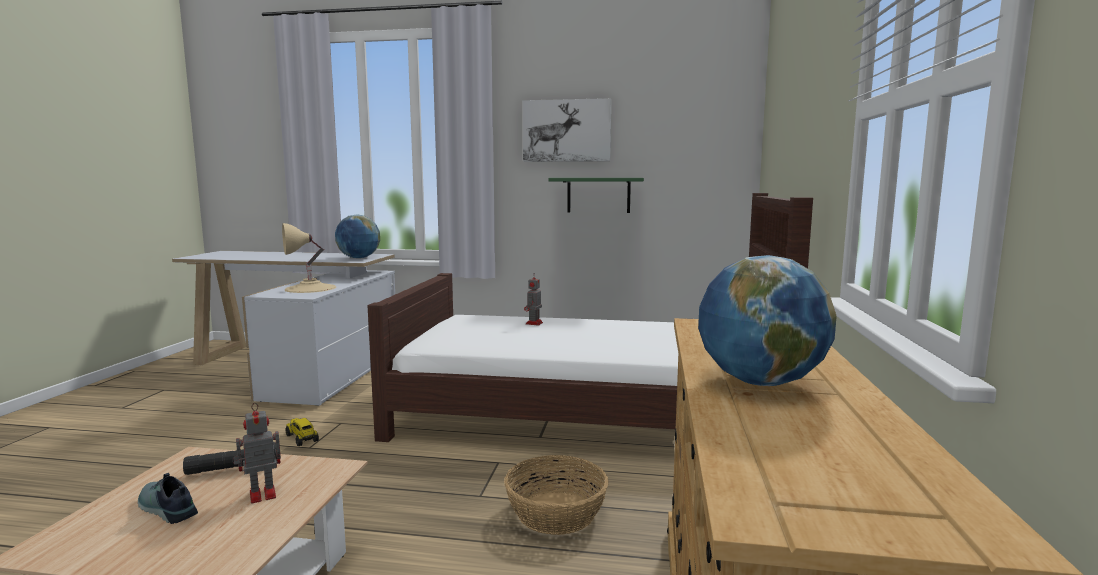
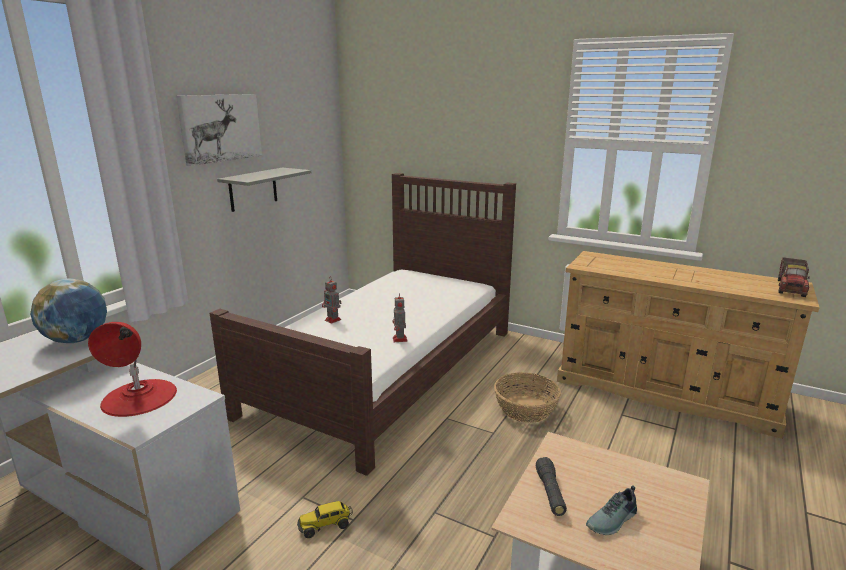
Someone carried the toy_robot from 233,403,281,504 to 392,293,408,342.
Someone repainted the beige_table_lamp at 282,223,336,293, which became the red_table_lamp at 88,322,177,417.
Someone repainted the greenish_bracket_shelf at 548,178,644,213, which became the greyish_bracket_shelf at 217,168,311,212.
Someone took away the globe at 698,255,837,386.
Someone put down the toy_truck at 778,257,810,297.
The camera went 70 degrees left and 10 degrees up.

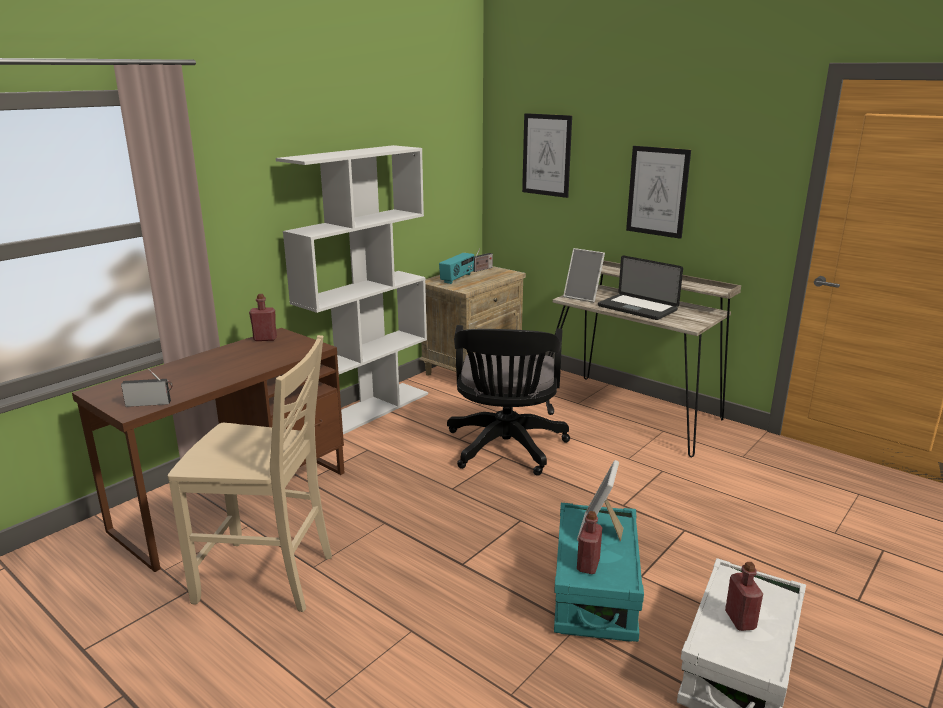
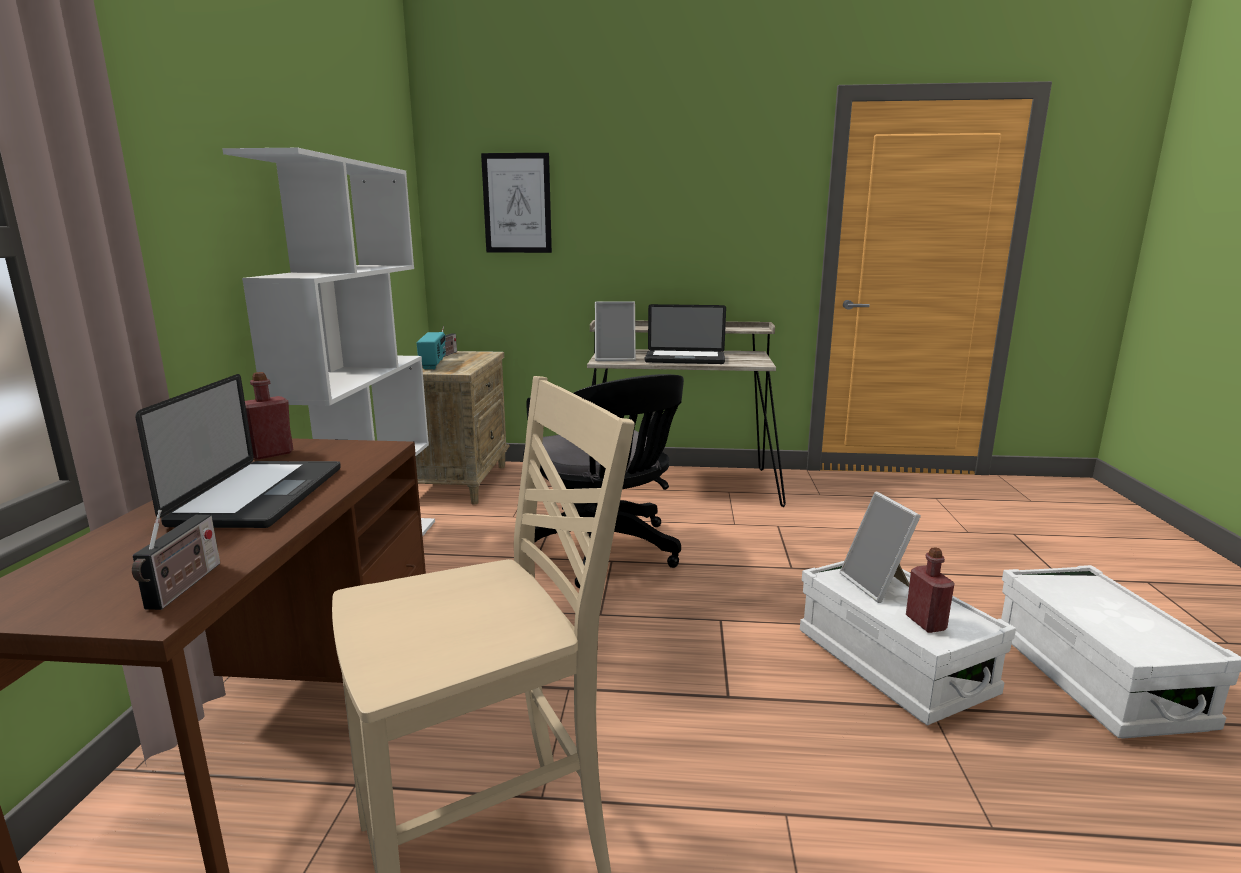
Someone rotated the radio_set at 121,368,172,407 by 135 degrees clockwise.
Someone repainted the turquoise_storage_box at 554,503,644,642, which became the white_storage_box at 800,561,1016,725.
Someone took away the wall_art at 626,146,691,239.
Someone took away the red_beverage_bottle at 725,562,763,631.
Someone put down the notebook_computer at 135,374,341,528.
The camera went 35 degrees left and 5 degrees down.

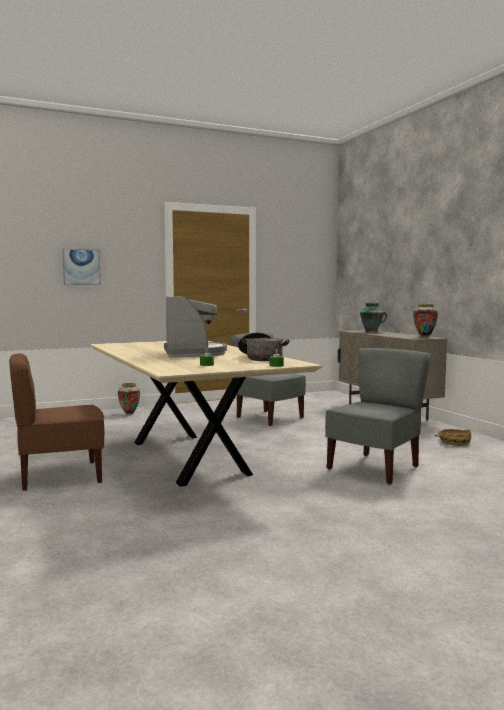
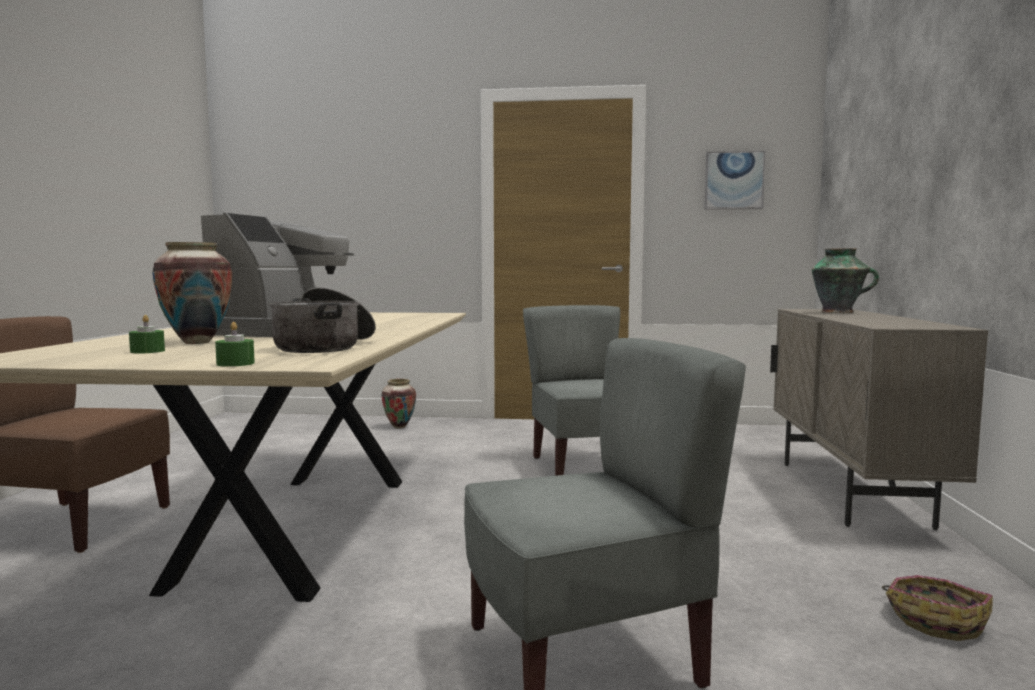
Someone carried the wall_art from 62,249,101,285 to 704,151,765,210.
Someone carried the flower_vase from 413,304,438,337 to 152,242,232,344.
The camera went 30 degrees right and 0 degrees up.

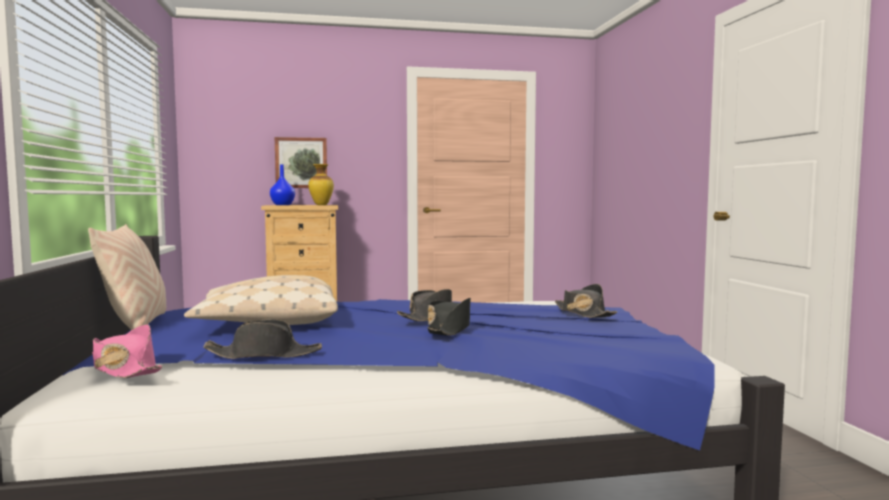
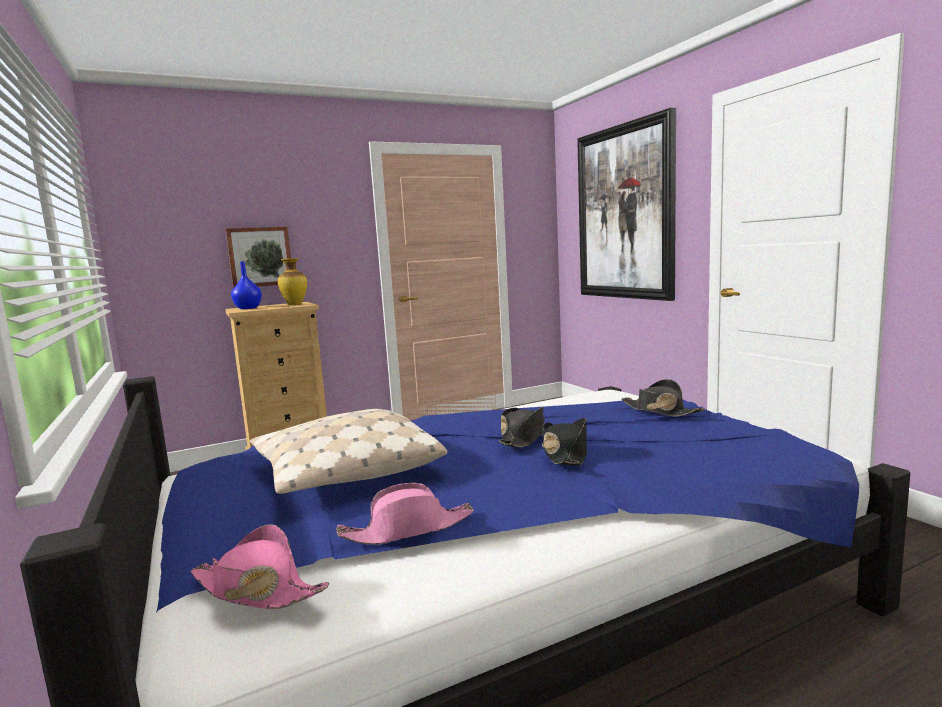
Someone took away the beige_throw_pillow at 88,224,166,330.
Someone repainted the blackish_clothing_hat at 203,319,322,359, which became the pinkish_clothing_hat at 336,483,474,545.
Someone put up the wall_art at 577,108,676,301.
The camera went 15 degrees left and 5 degrees up.

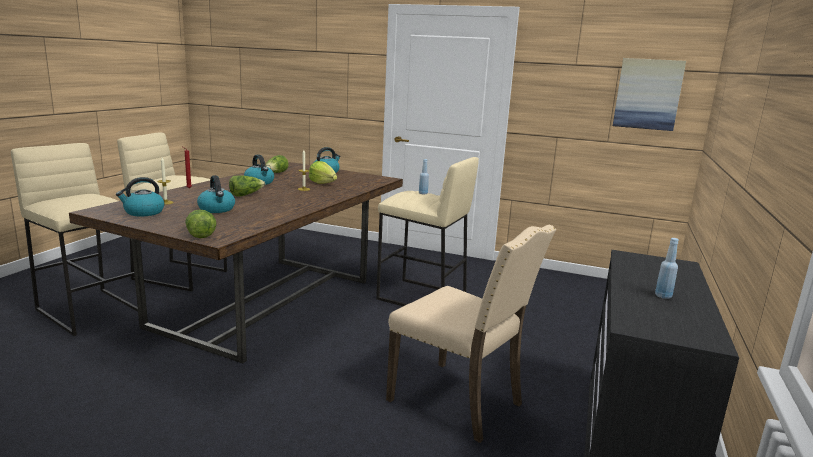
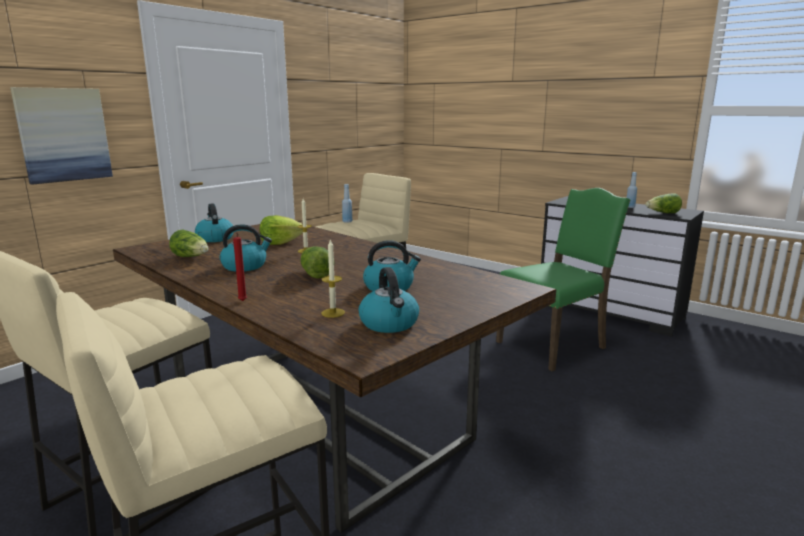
Someone carried the lettuce_head from 185,209,217,238 to 645,193,682,213.
Someone repainted the beige_chair at 386,225,556,443, which became the greenish_chair at 496,188,630,371.
Someone carried the wall_art from 613,58,686,131 to 10,87,113,185.
The camera went 70 degrees left and 0 degrees up.

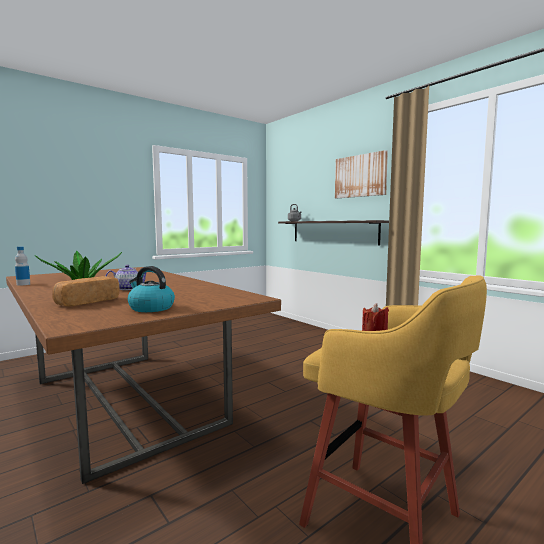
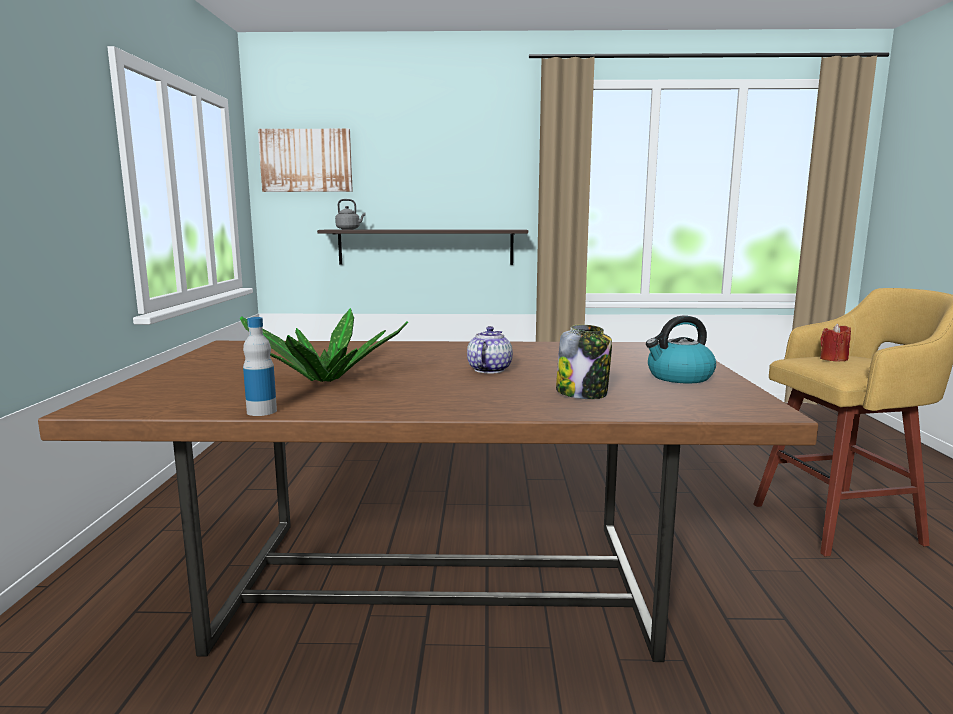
Someone swapped the bread at 52,276,119,306 for the preserve_jar at 556,325,612,399.
Someone carried the wall_art from 335,150,388,198 to 258,129,353,192.
The camera went 50 degrees left and 5 degrees up.

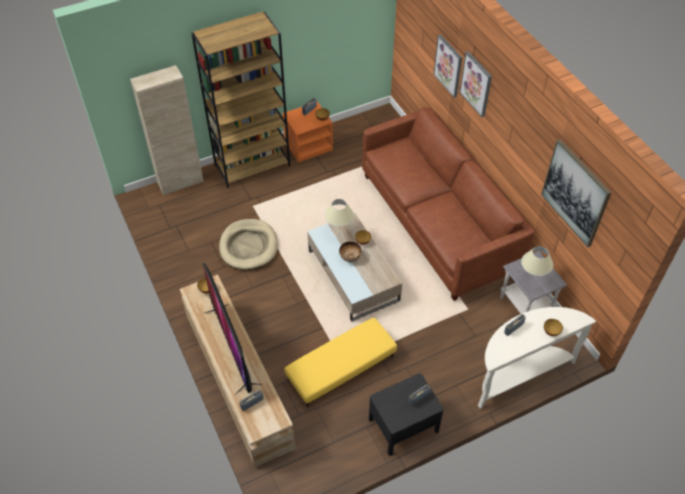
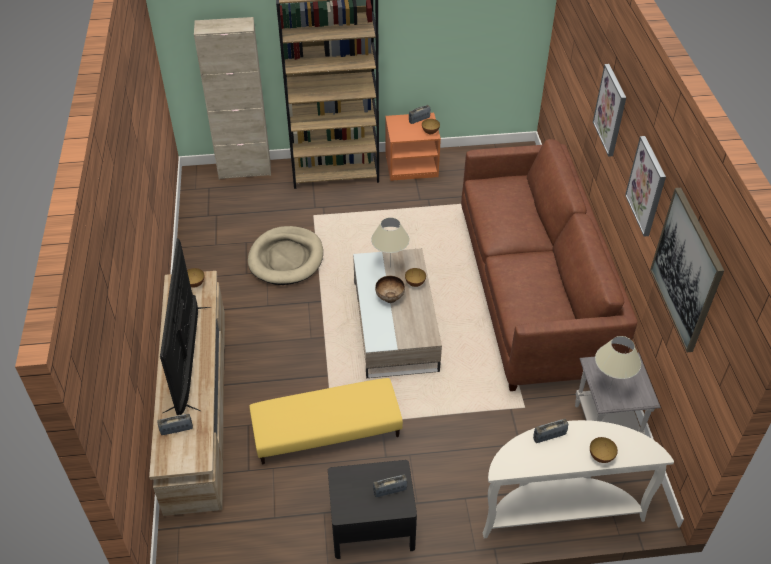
Someone carried the wall_art from 434,34,462,98 to 625,136,666,237.
The camera went 20 degrees right and 5 degrees down.

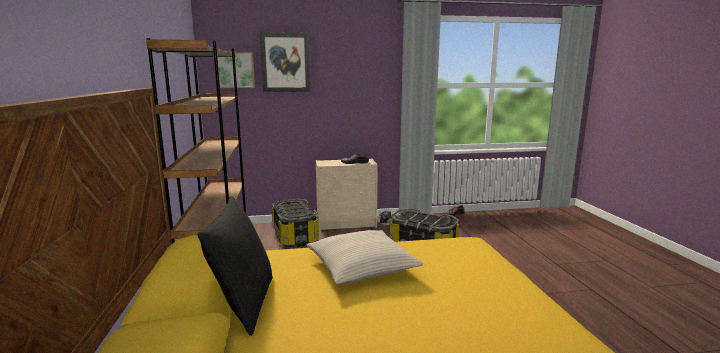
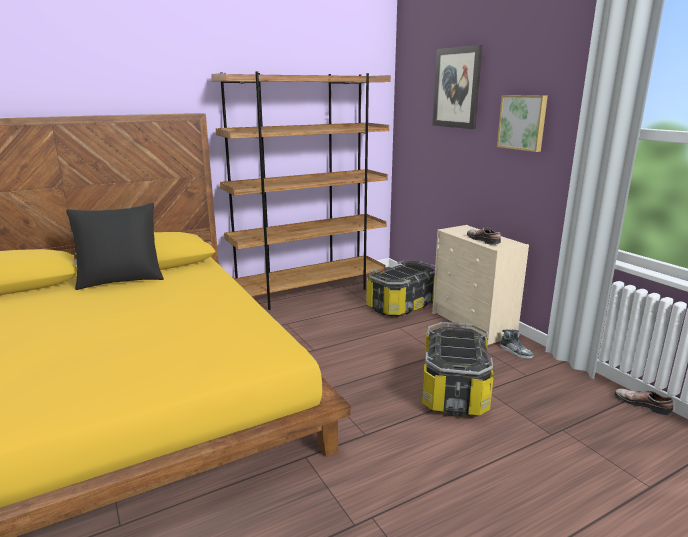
Someone carried the wall_art from 217,52,255,88 to 497,95,548,152.
Someone took away the beige_throw_pillow at 307,230,423,284.
The camera went 70 degrees right and 5 degrees up.

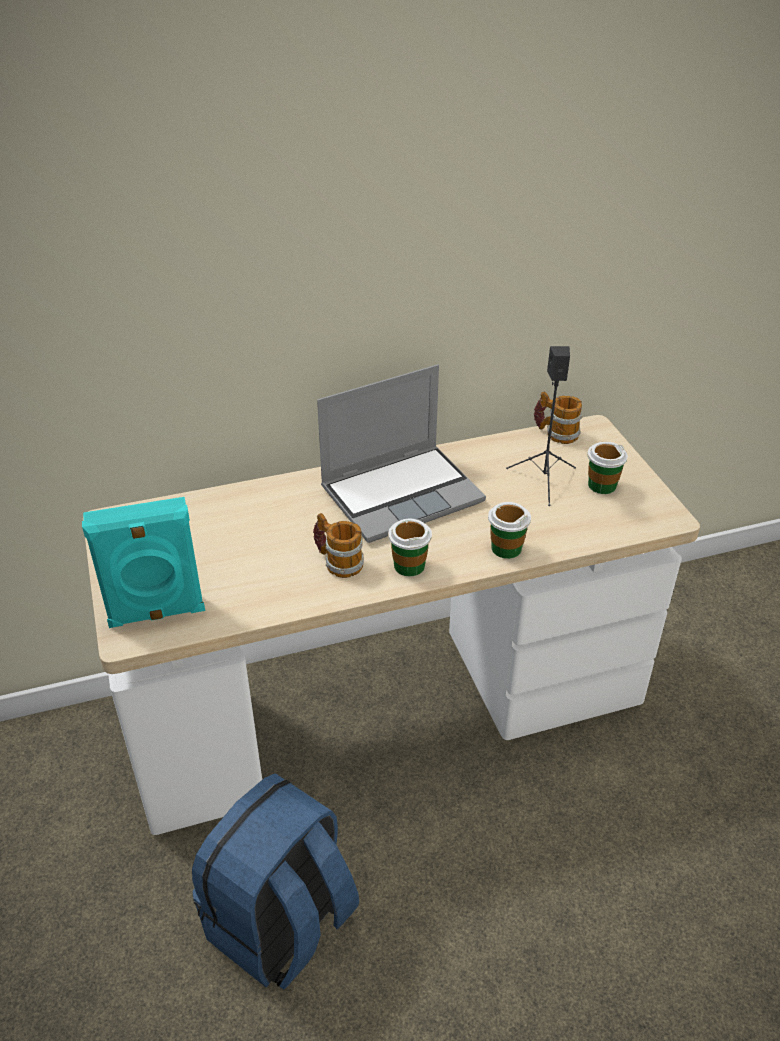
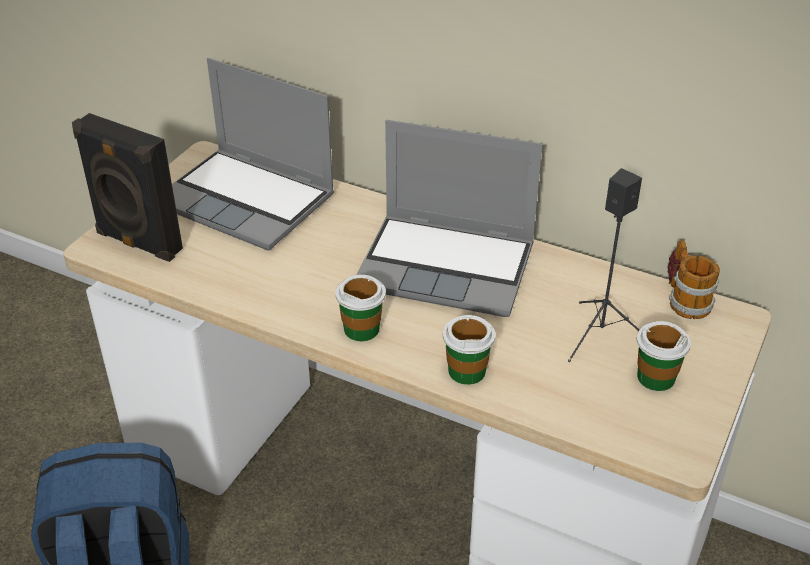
Someone repainted the turquoise_loudspeaker at 82,497,205,628, which became the blackish_loudspeaker at 72,113,183,262.
Someone took away the tea_mug at 313,513,364,578.
Someone put down the notebook_computer at 172,58,334,250.
The camera went 45 degrees right and 0 degrees up.

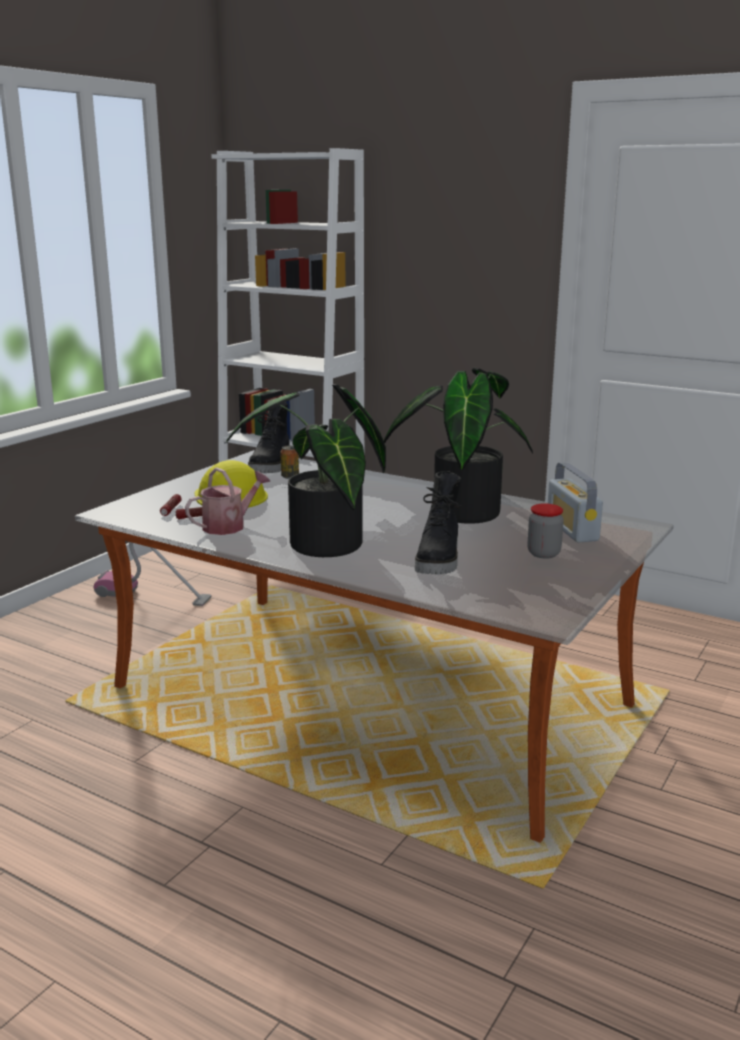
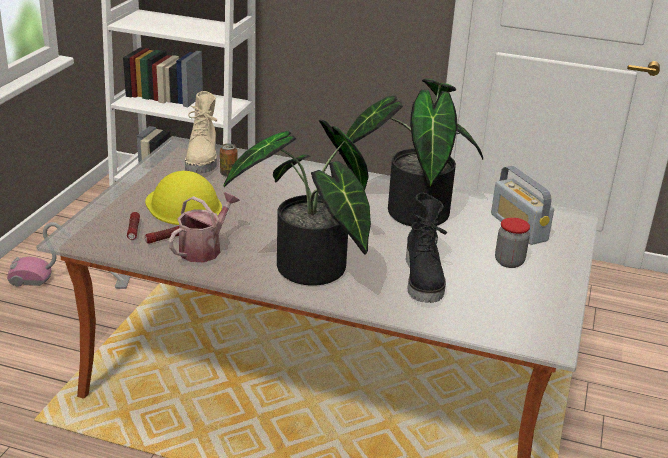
Someone repainted the blackish_high-top_boot at 248,402,290,473, which became the beige_high-top_boot at 185,91,217,173.
The camera went 15 degrees left and 10 degrees up.

